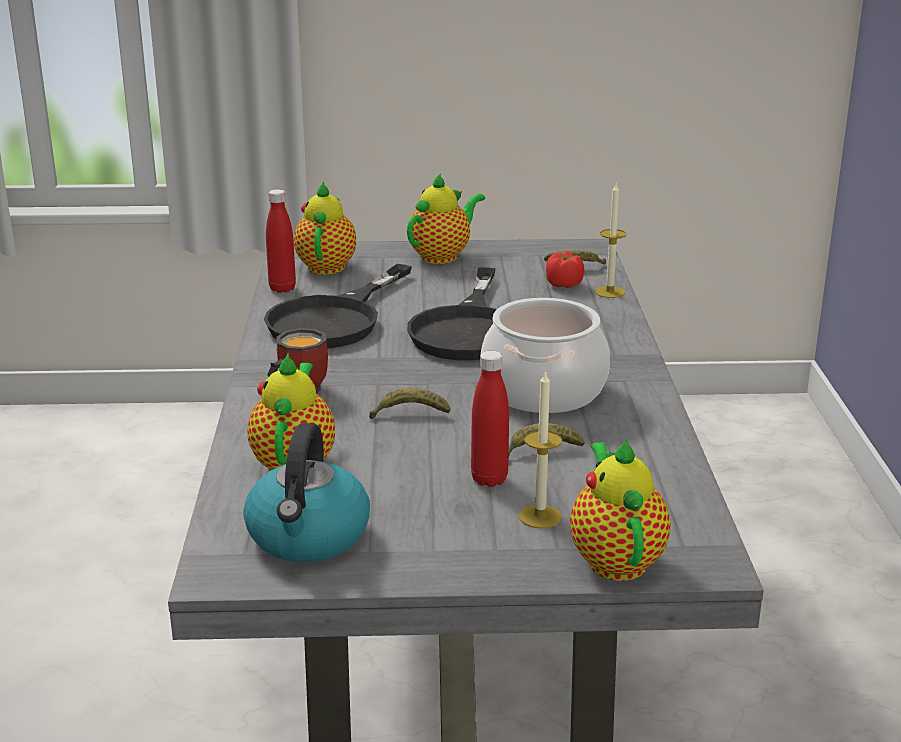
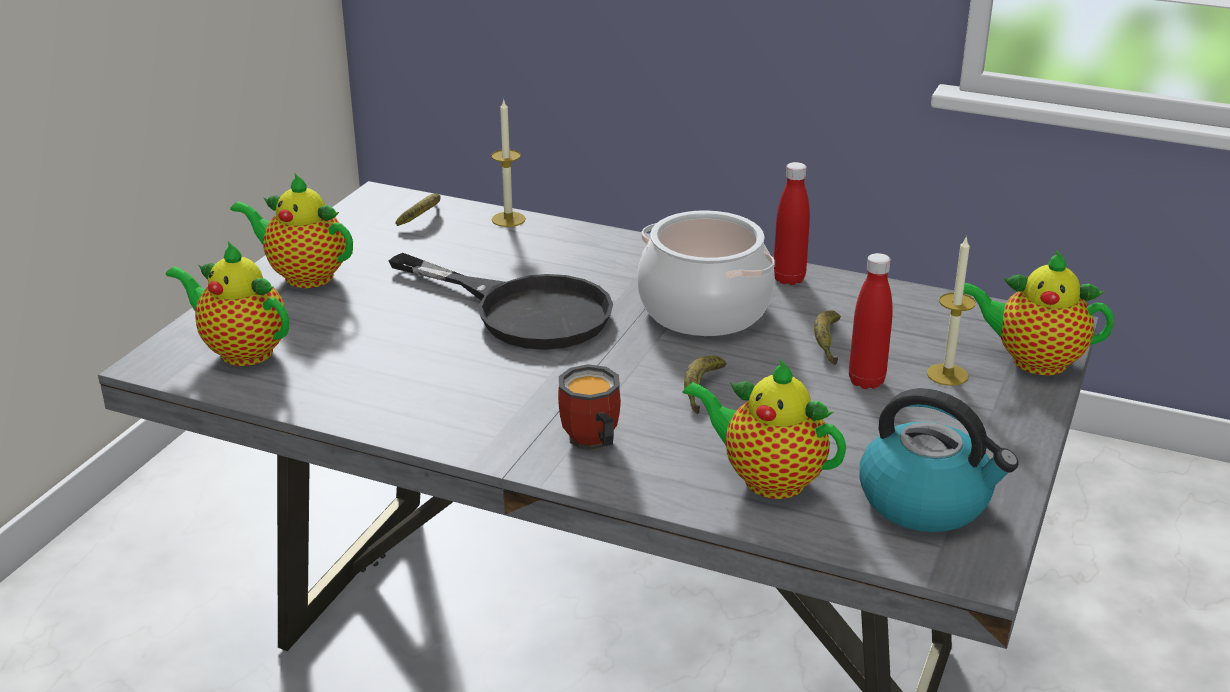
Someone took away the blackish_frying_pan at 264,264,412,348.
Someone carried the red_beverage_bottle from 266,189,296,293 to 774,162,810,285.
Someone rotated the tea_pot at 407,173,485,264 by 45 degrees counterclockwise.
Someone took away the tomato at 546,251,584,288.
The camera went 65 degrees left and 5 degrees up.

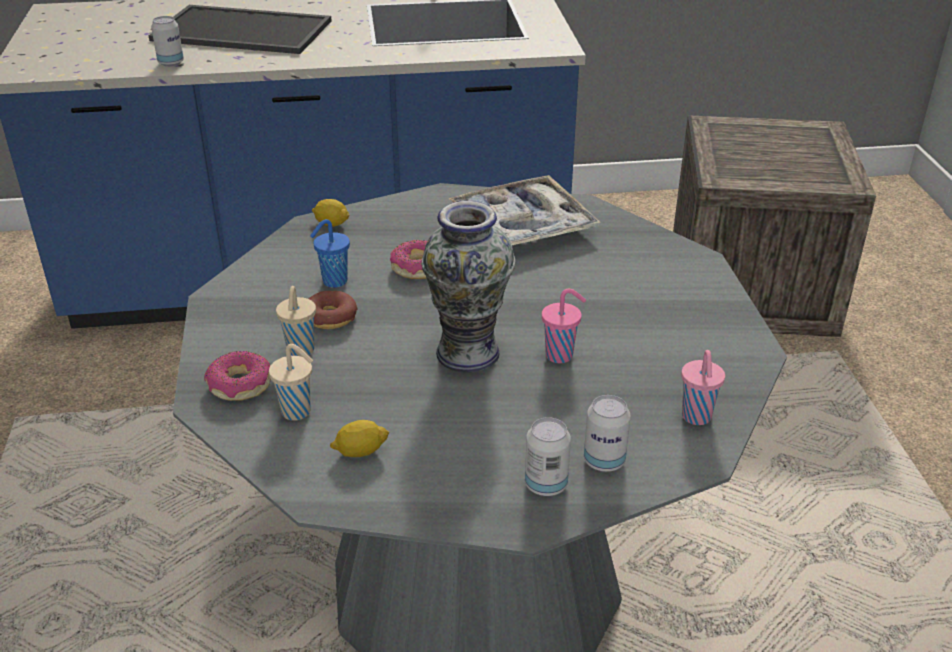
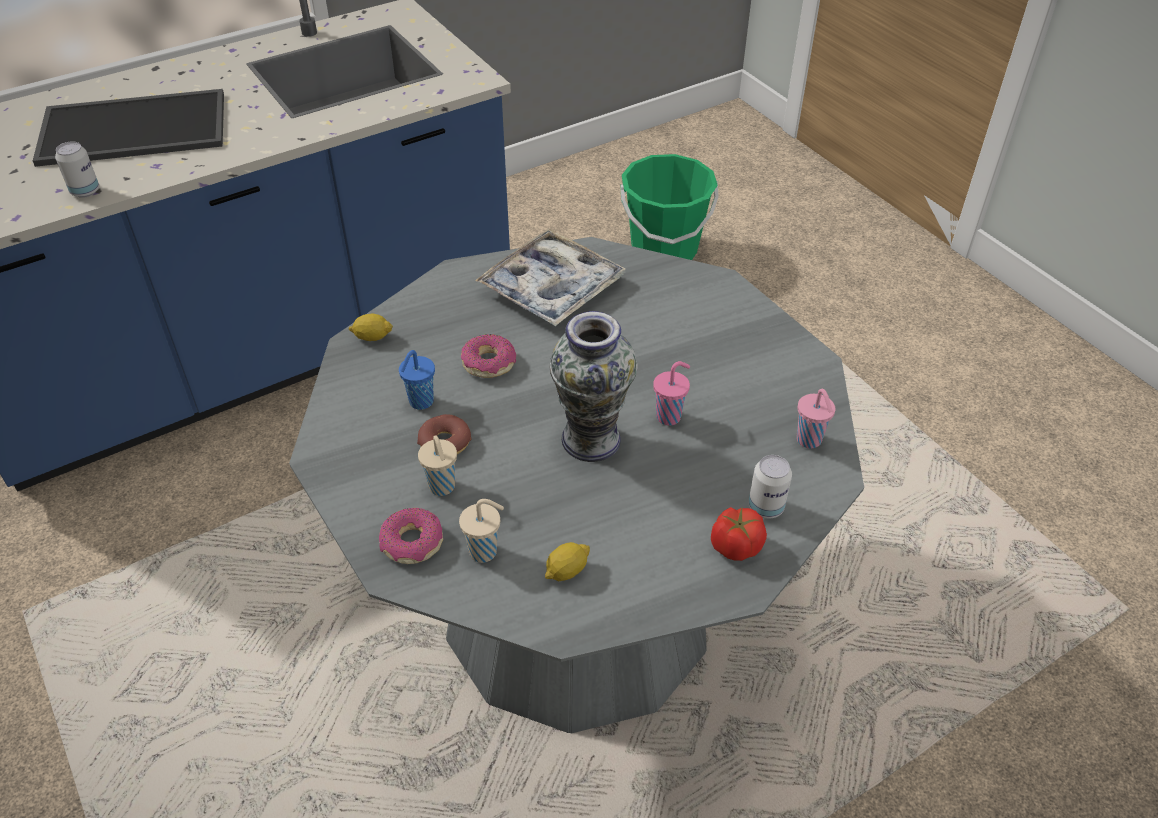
Someone swapped the sealed_can at 525,417,571,496 for the tomato at 711,507,767,561.
Someone swapped the packing_crate at 673,115,876,337 for the greenish_pail at 620,154,719,260.
The camera went 25 degrees left and 10 degrees up.

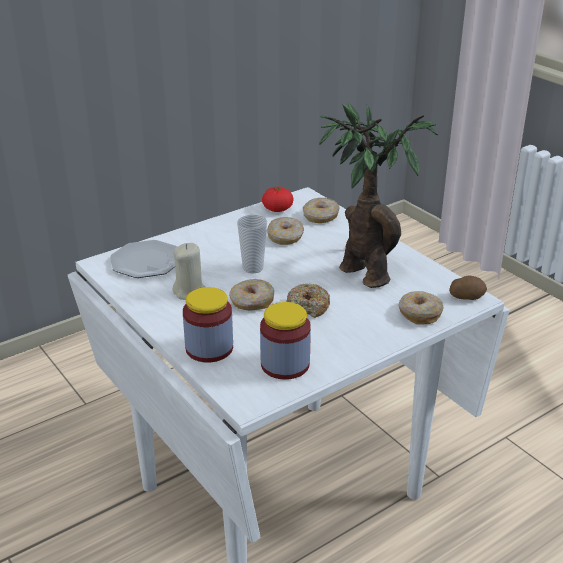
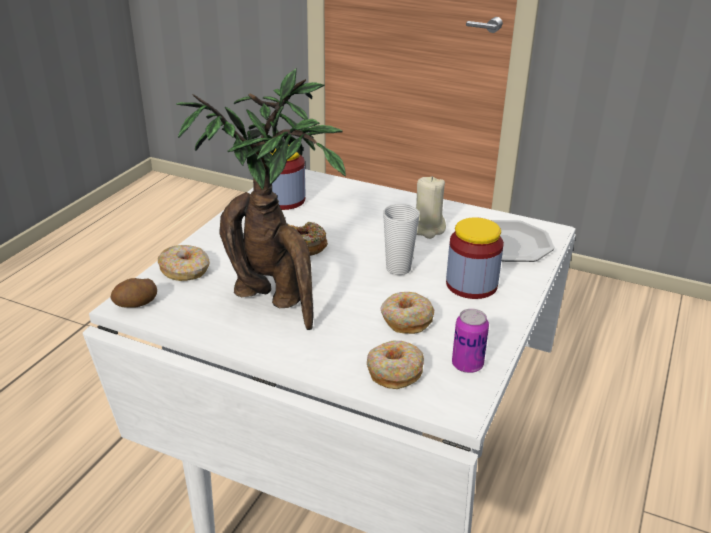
Someone carried the preserve_jar from 183,287,233,363 to 446,217,504,299.
Someone took away the donut at 229,279,274,310.
Someone swapped the tomato at 262,187,293,212 for the sealed_can at 452,309,489,373.
The camera went 150 degrees right and 0 degrees up.

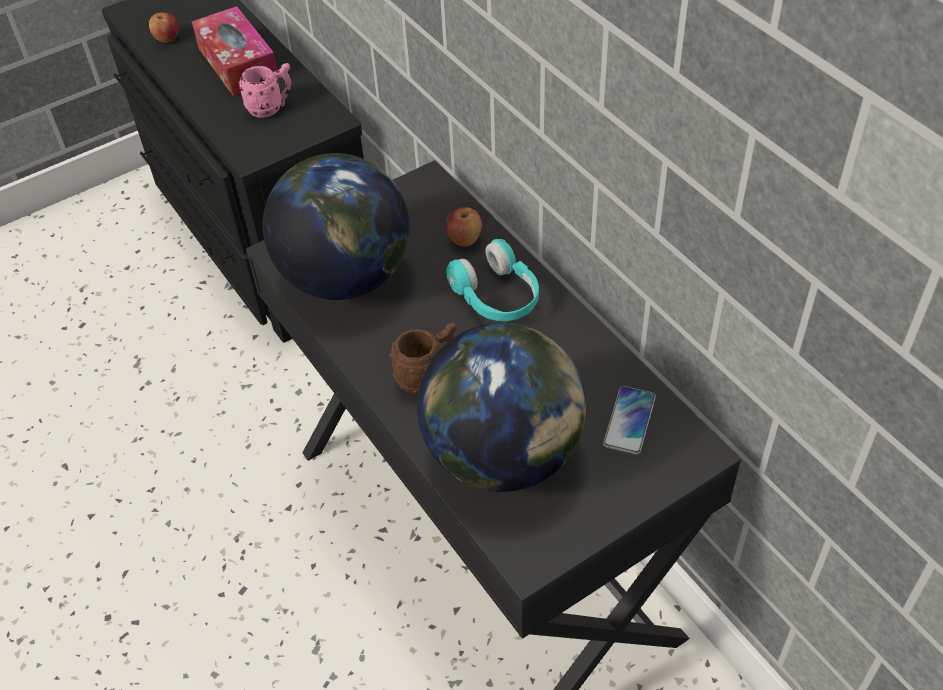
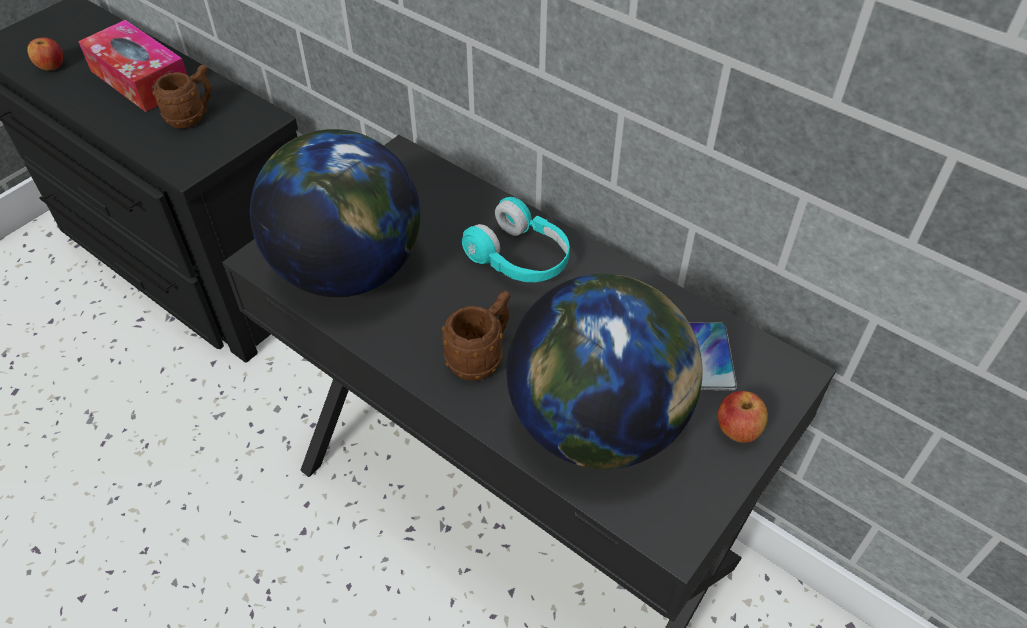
Someone repainted the pinkish_tea_mug at 238,63,291,118, which became the brown_tea_mug at 153,65,211,129.
Someone carried the apple from 446,207,482,246 to 718,391,768,443.
The camera went 20 degrees left and 0 degrees up.

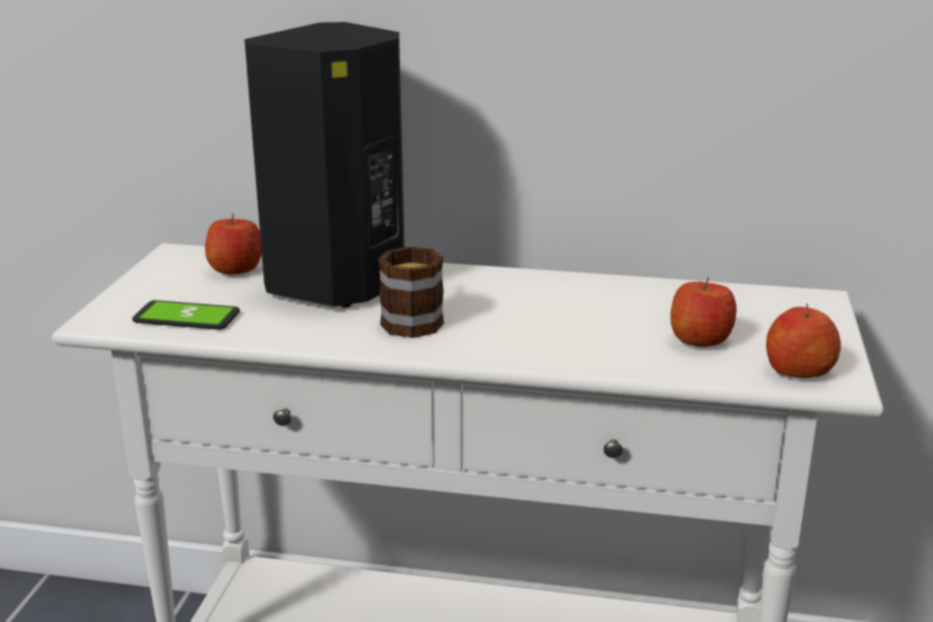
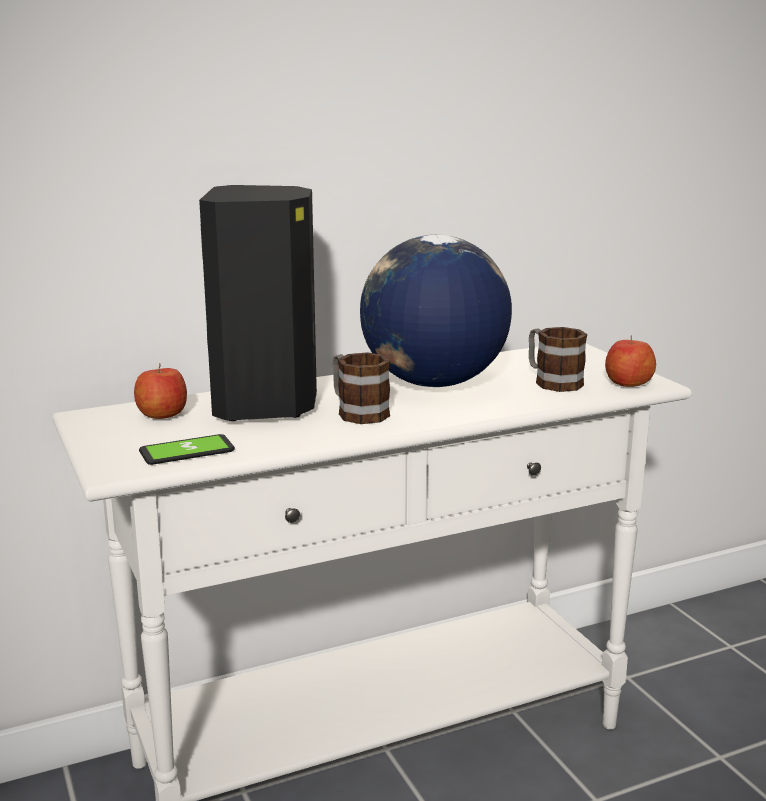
Someone swapped the apple at 670,277,737,347 for the tea_mug at 529,327,587,392.
Someone put down the globe at 360,235,512,387.
The camera went 35 degrees left and 5 degrees down.

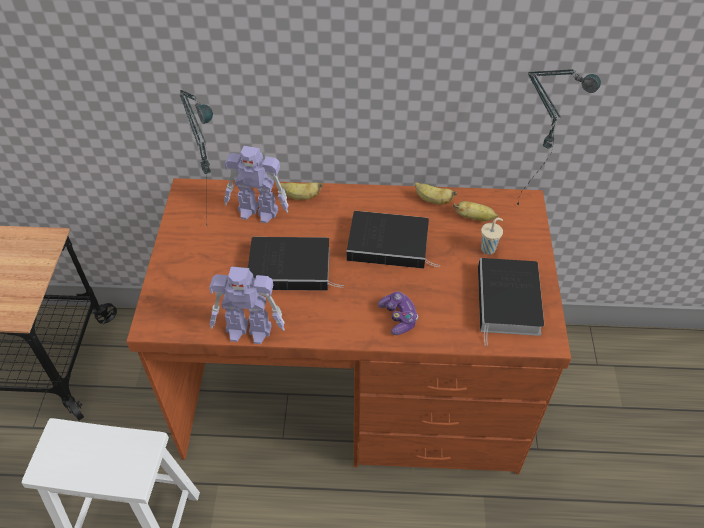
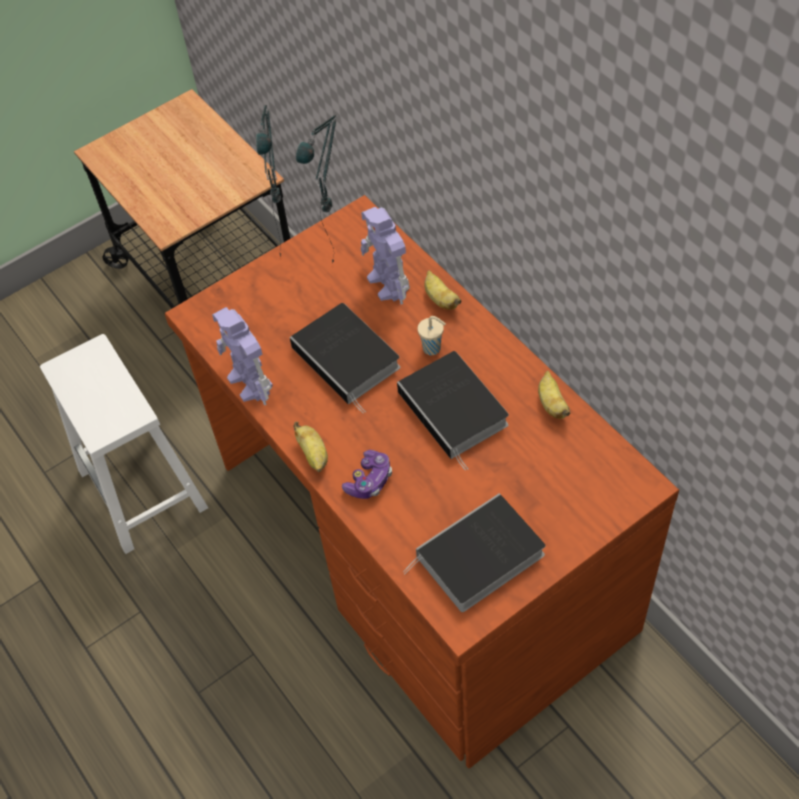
Someone carried the whole_banana from 453,201,498,221 to 293,422,328,472.
Someone carried the beige_cup from 481,218,503,255 to 418,316,446,355.
Someone carried the table_lamp from 517,69,601,206 to 256,105,281,257.
The camera went 55 degrees right and 5 degrees up.

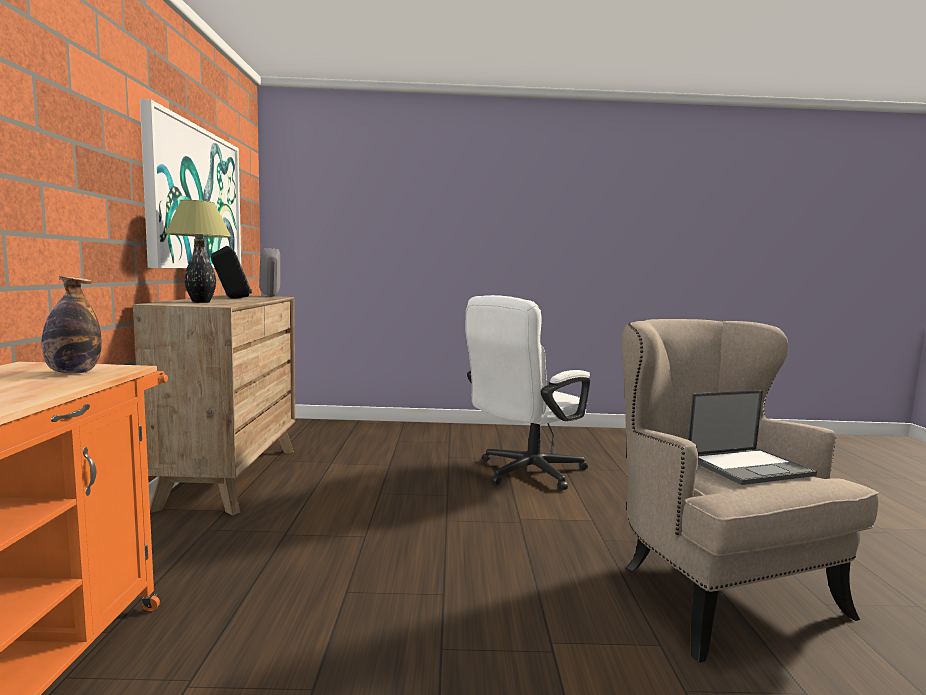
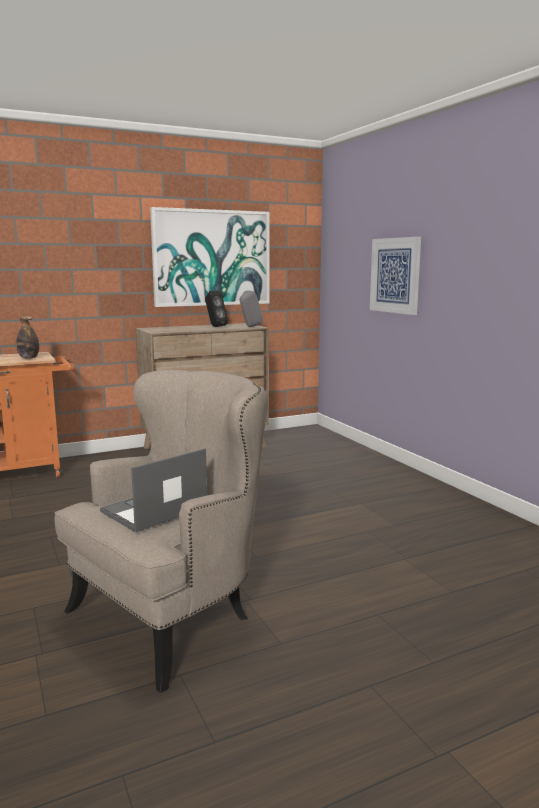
Someone took away the table_lamp at 165,200,232,303.
Someone took away the white_office_chair at 466,295,590,490.
Someone rotated the notebook_computer at 687,390,817,485 by 90 degrees clockwise.
Someone put up the wall_art at 370,236,421,315.
The camera went 65 degrees right and 5 degrees up.

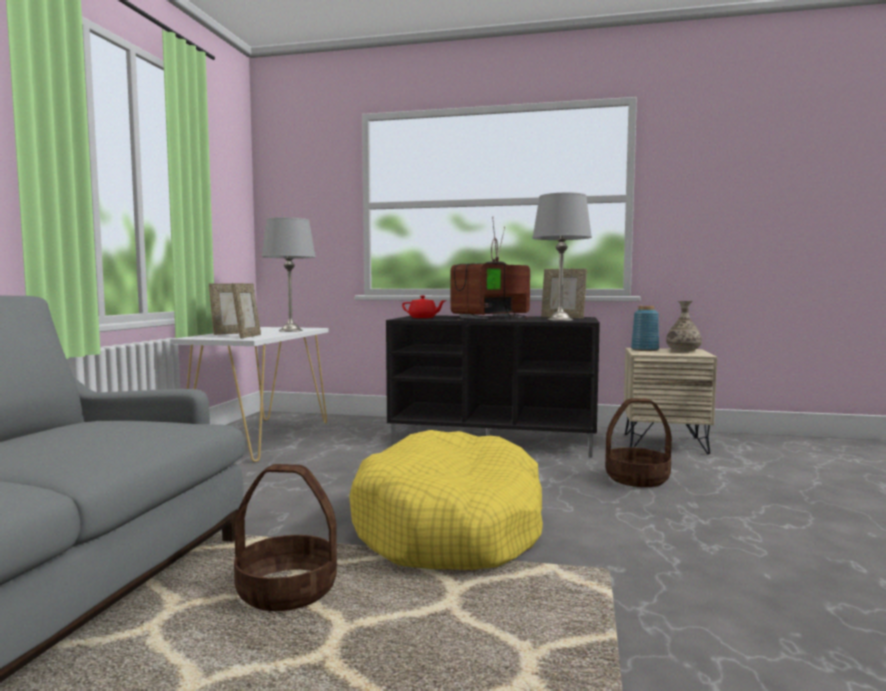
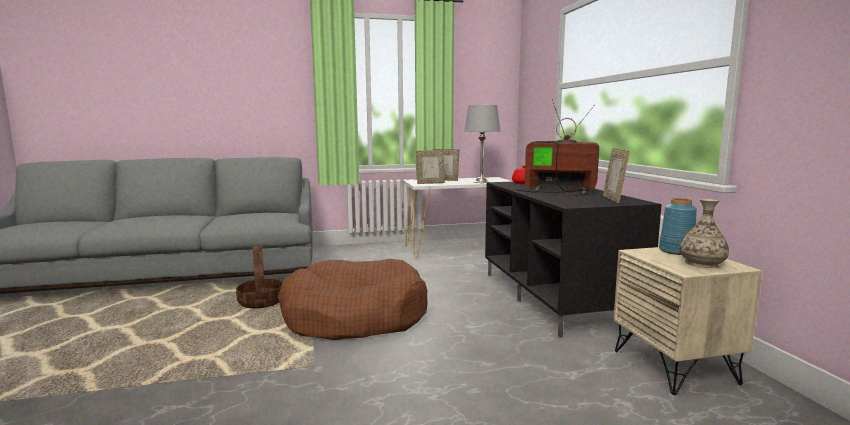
Someone repainted the yellow_pet_bed at 349,430,543,570, which became the brown_pet_bed at 278,259,428,340.
Someone took away the greyish_table_lamp at 532,192,592,321.
Someone took away the storage_basket at 605,399,672,487.
The camera went 65 degrees right and 5 degrees up.

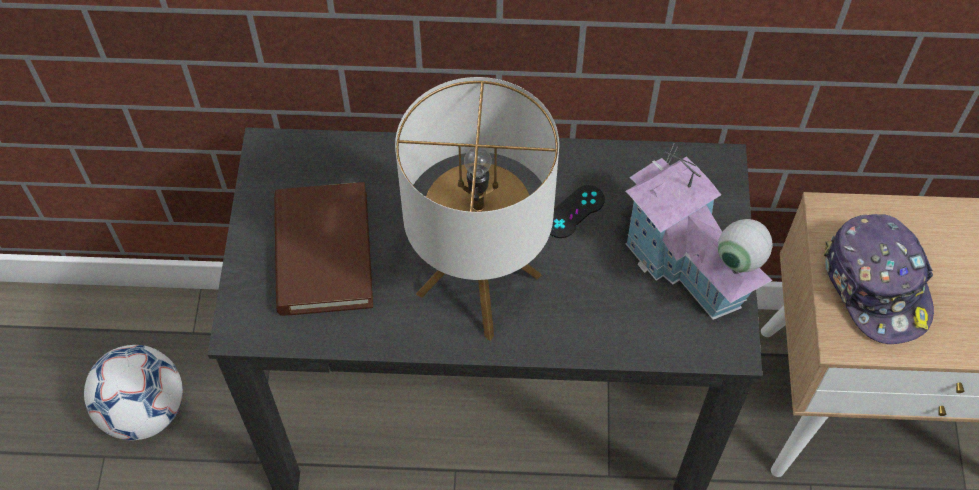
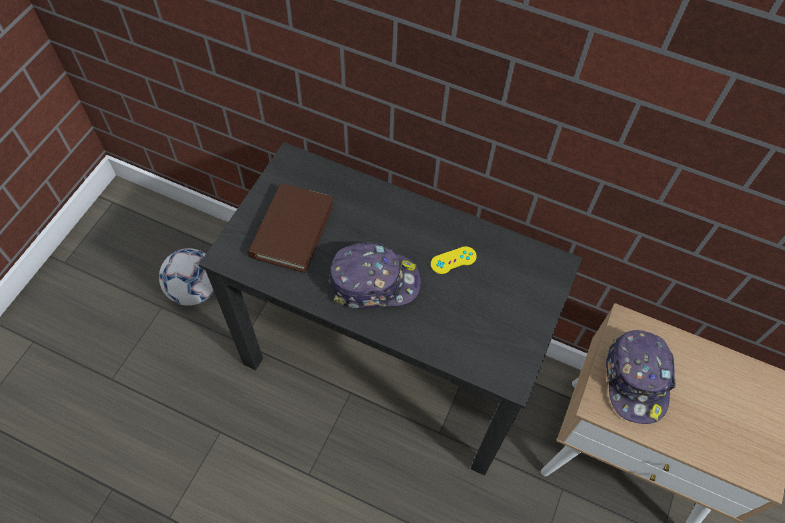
Someone swapped the table_lamp at 395,77,559,341 for the peaked_cap at 328,243,421,308.
Someone repainted the blackish_joypad at 550,185,605,238, which became the yellow_joypad at 431,246,477,274.
Someone took away the toy_house at 625,144,772,320.
The camera went 20 degrees right and 0 degrees up.

